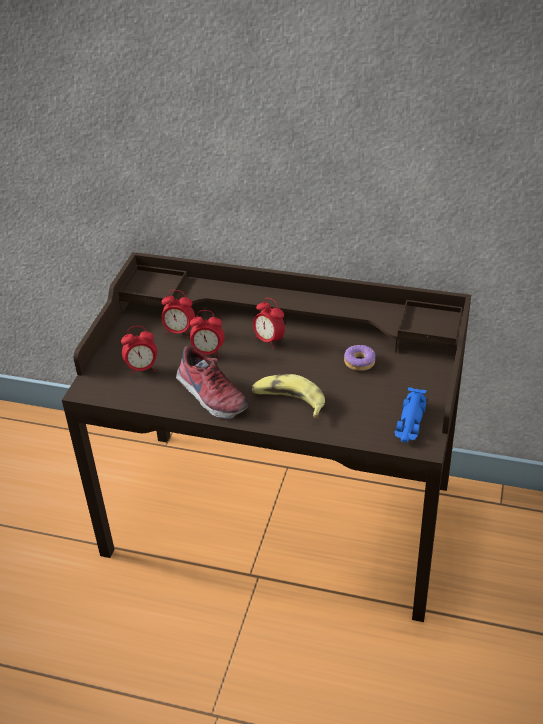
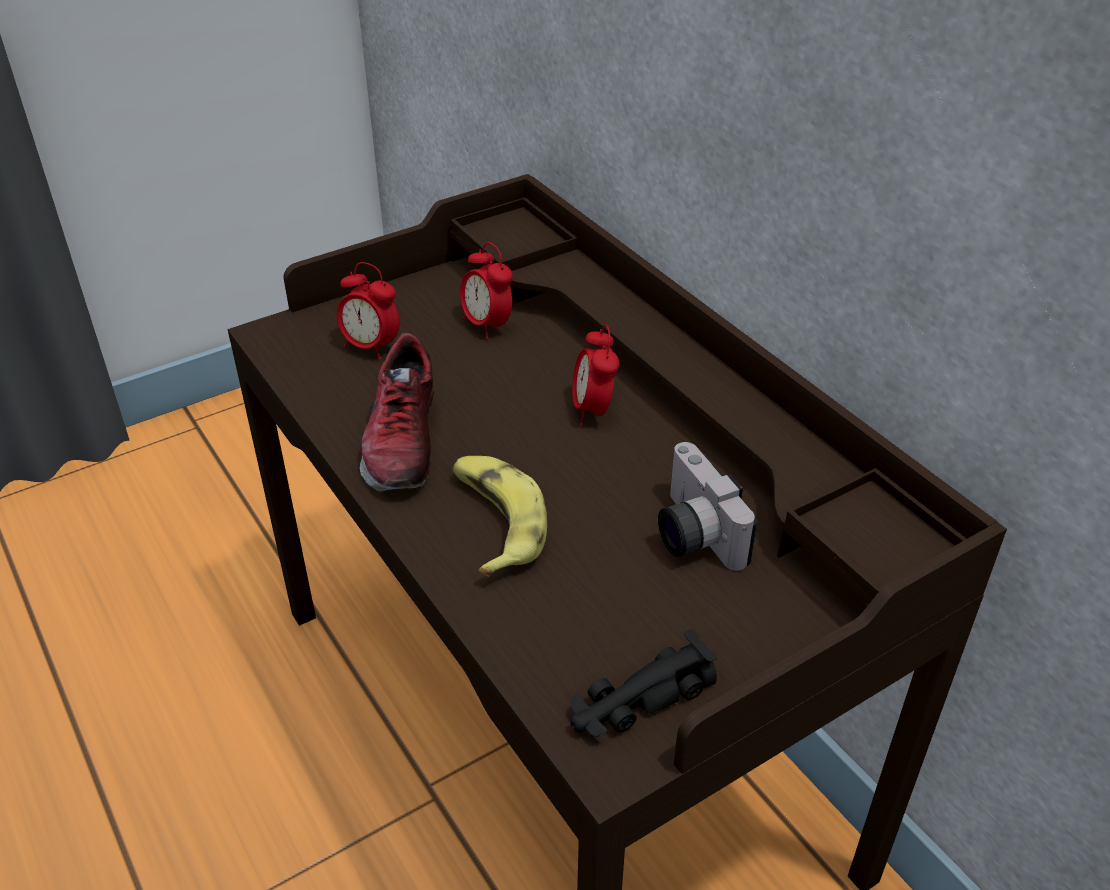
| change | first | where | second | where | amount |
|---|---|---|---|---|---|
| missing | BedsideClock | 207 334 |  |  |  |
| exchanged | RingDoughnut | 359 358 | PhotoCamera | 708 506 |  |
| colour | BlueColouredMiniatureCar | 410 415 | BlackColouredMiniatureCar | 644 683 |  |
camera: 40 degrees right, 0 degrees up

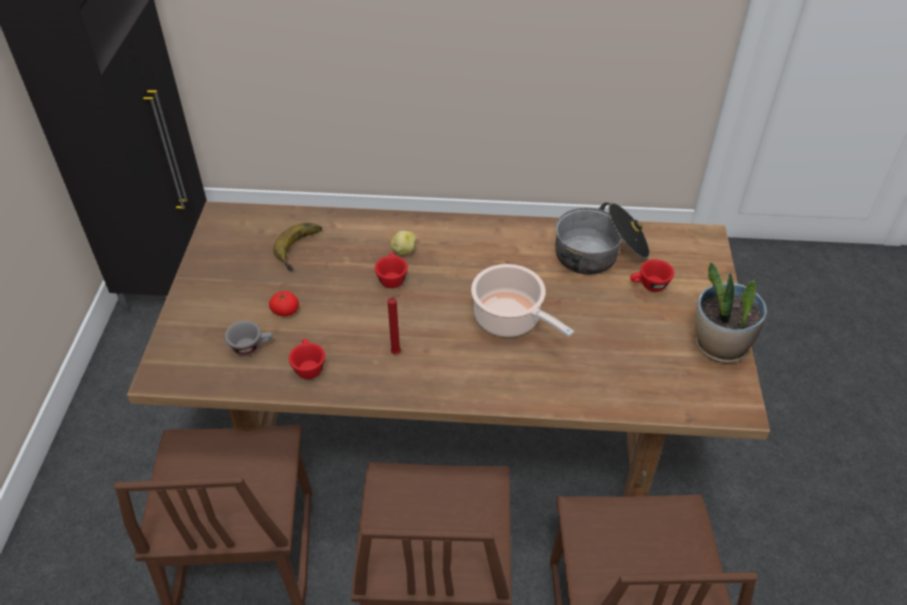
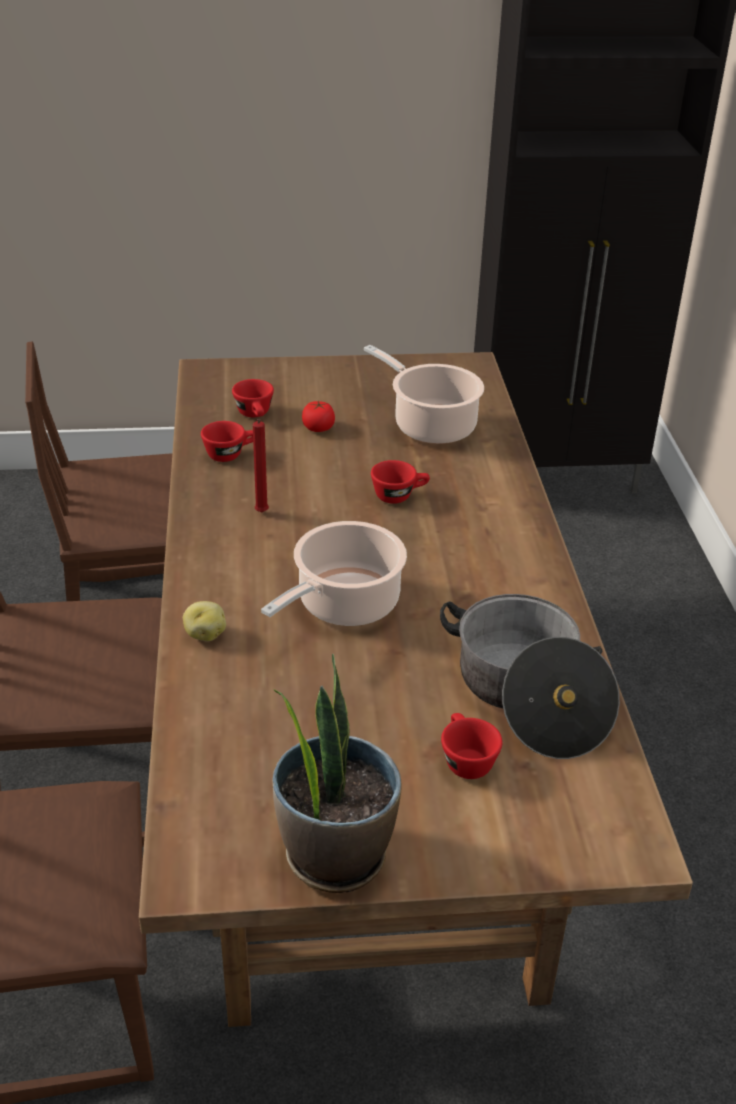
| change | first | where | second | where | amount |
|---|---|---|---|---|---|
| colour | GreyishCup | 249 338 | RedColouredCup | 253 398 |  |
| exchanged | BananaFruit | 297 247 | CookingPot | 424 394 |  |
| relocated | Spud | 403 243 |  | 204 621 |  |
camera: 80 degrees right, 10 degrees down

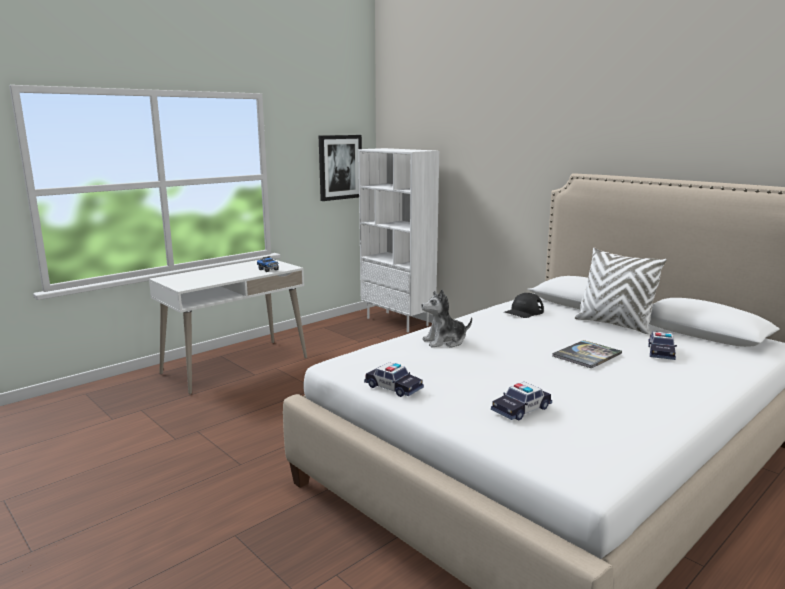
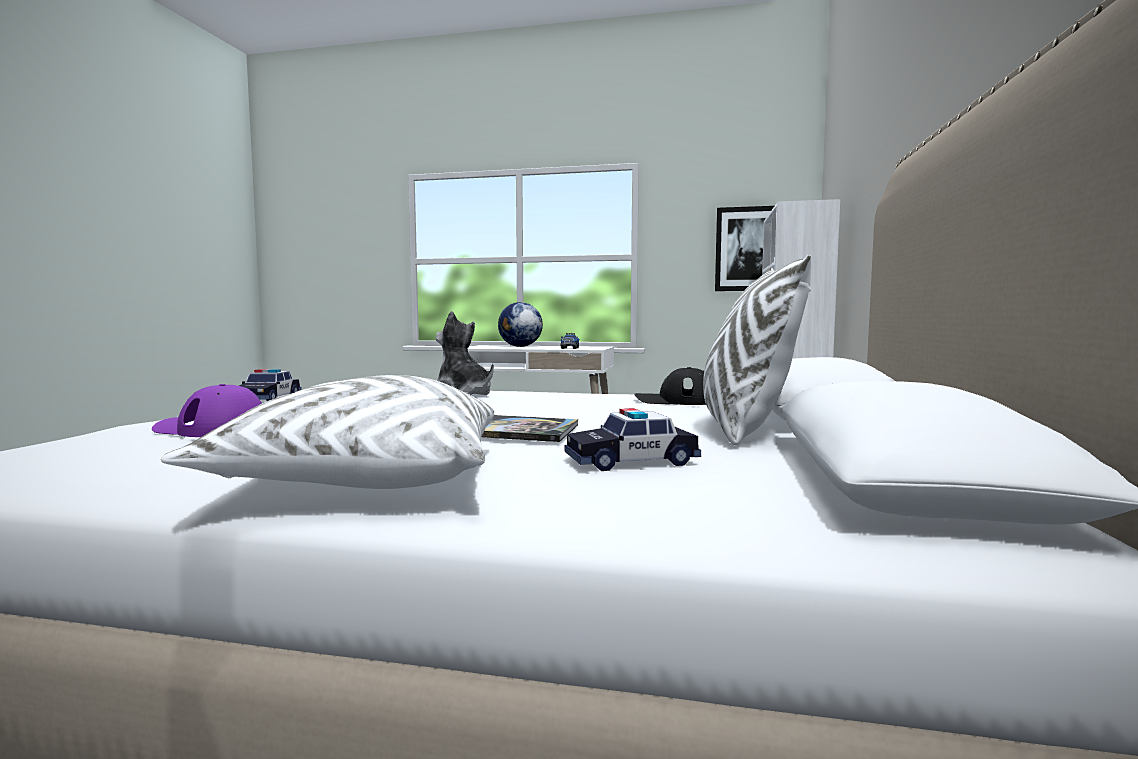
| change | first | where | second | where | amount |
|---|---|---|---|---|---|
| exchanged | MiniatureCar | 521 401 | PurpleColouredCap | 207 410 |  |
| appeared |  |  | WhitePillow | 327 432 |  |
| appeared |  |  | WorldGlobe | 520 324 |  |
camera: 55 degrees right, 10 degrees down

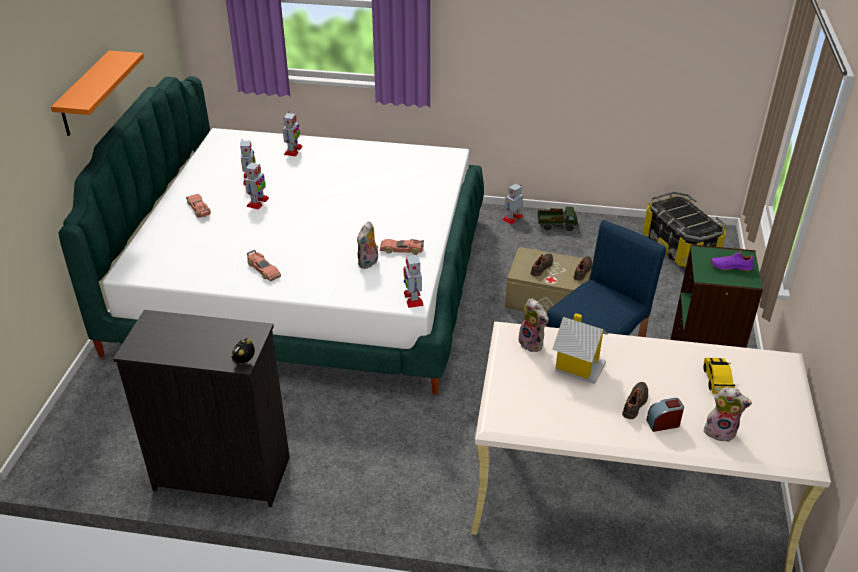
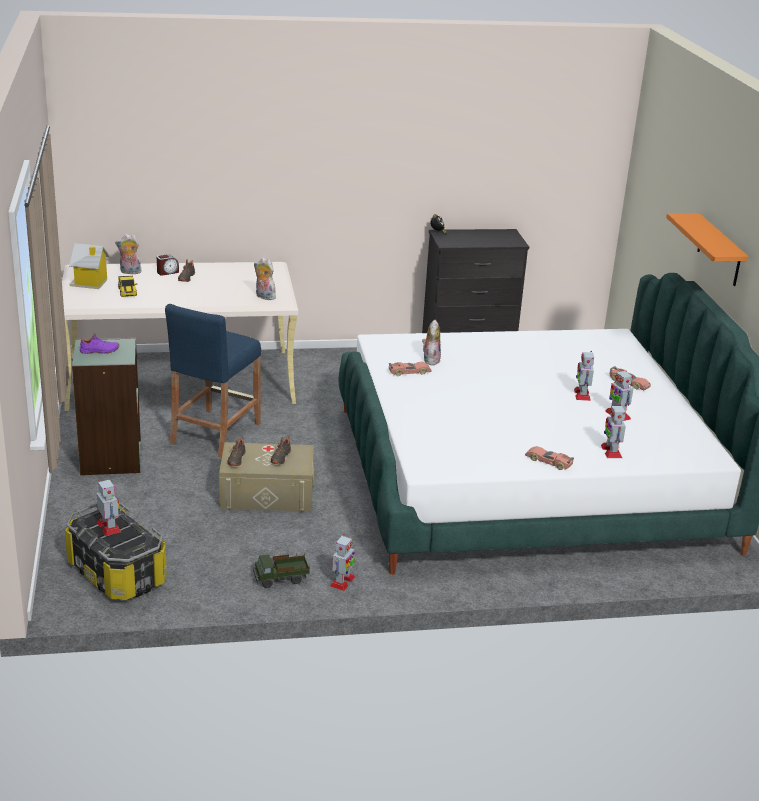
| change | first | where | second | where | amount |
|---|---|---|---|---|---|
| relocated | MiniatureCar | 264 266 |  | 549 458 |  |
| relocated | ToyRobot | 414 280 |  | 109 508 |  |
| relocated | MiniatureHouse | 580 348 |  | 89 266 |  |
camera: 160 degrees right, 10 degrees down

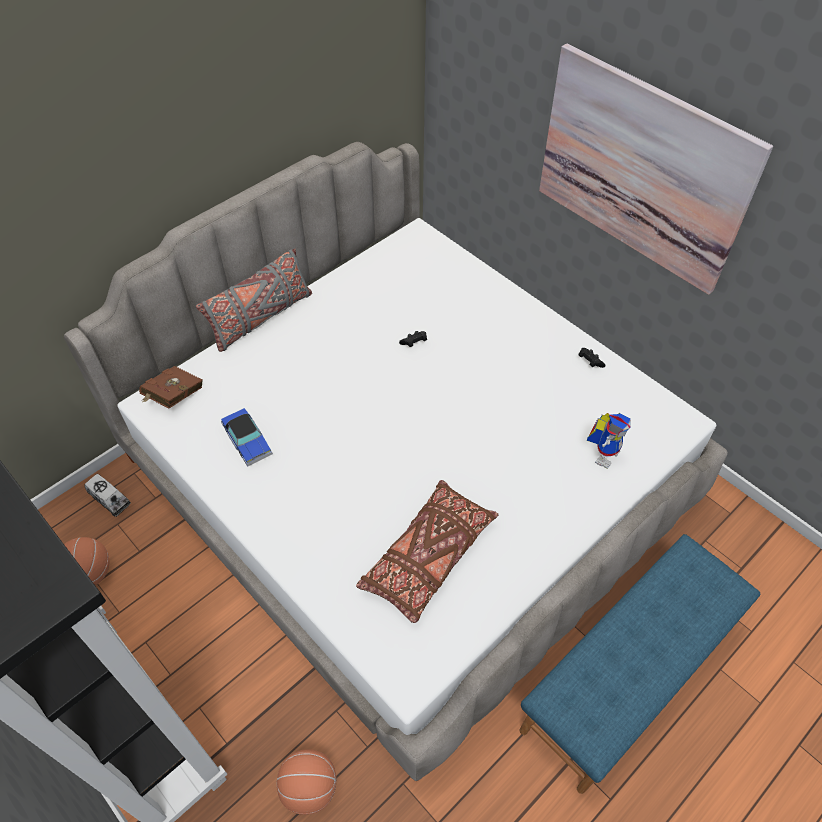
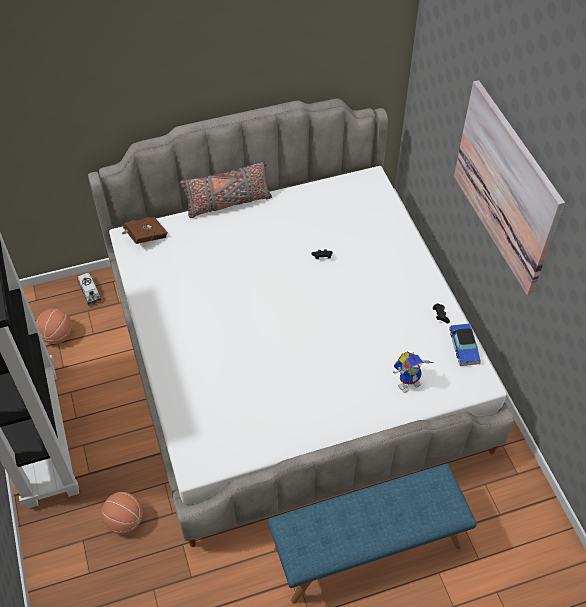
| change | first | where | second | where | amount |
|---|---|---|---|---|---|
| relocated | MiniatureCar | 247 437 |  | 465 344 |  |
| missing | BrownishPillow | 427 551 |  |  |  |
camera: 25 degrees right, 0 degrees up

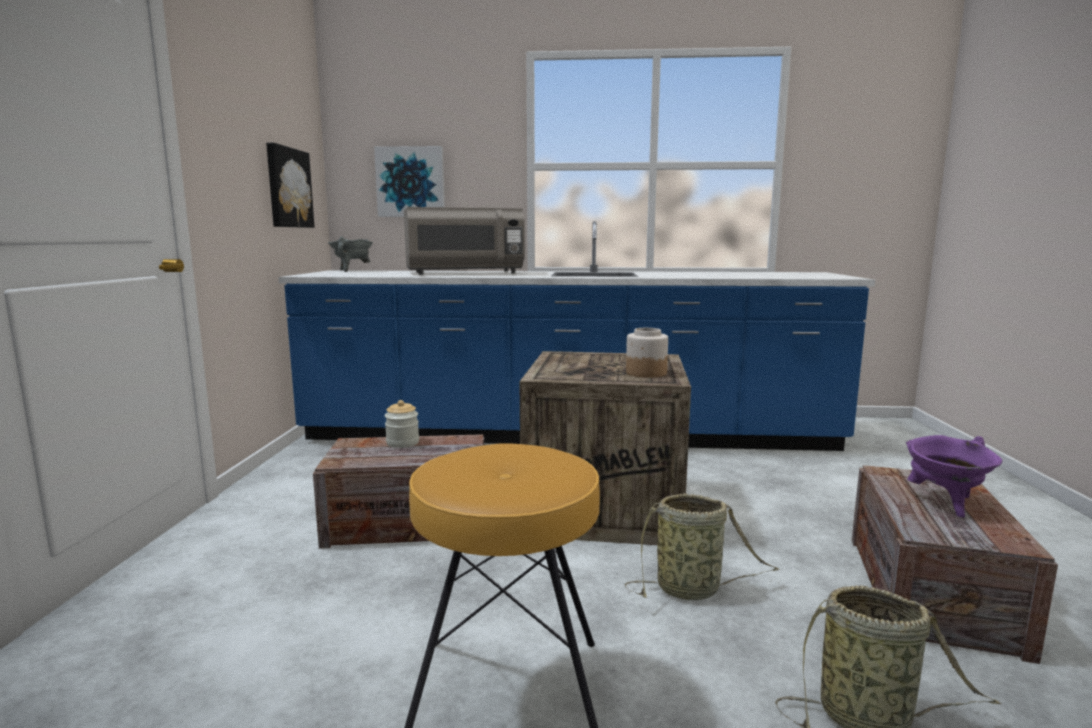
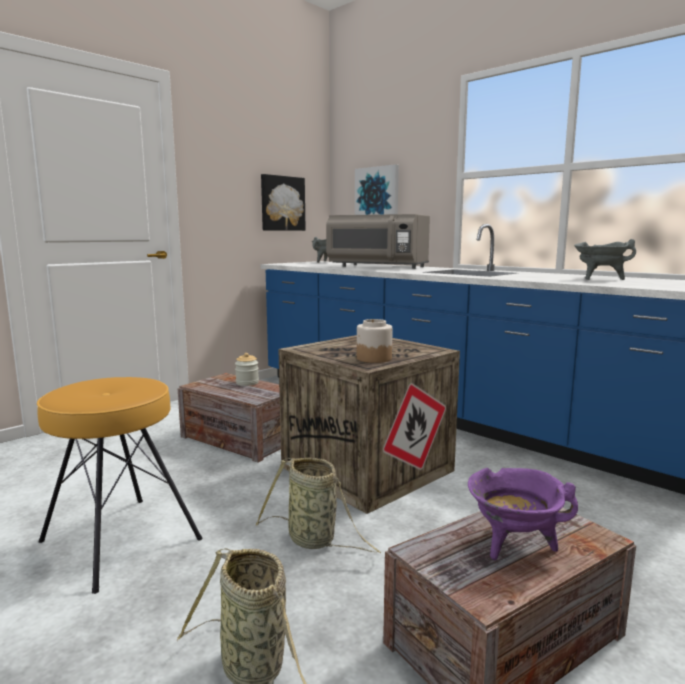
| change | first | where | second | where | amount |
|---|---|---|---|---|---|
| appeared |  |  | GreyishCookingPot | 605 259 |  |
camera: 40 degrees right, 0 degrees up

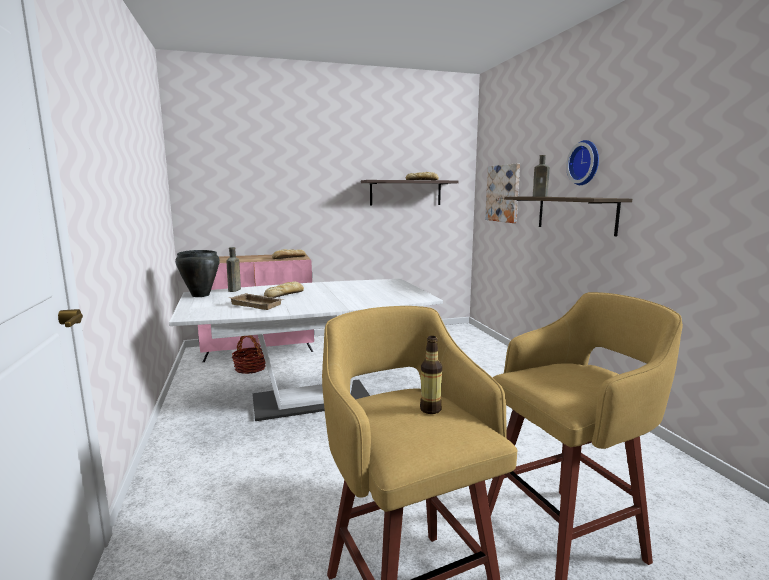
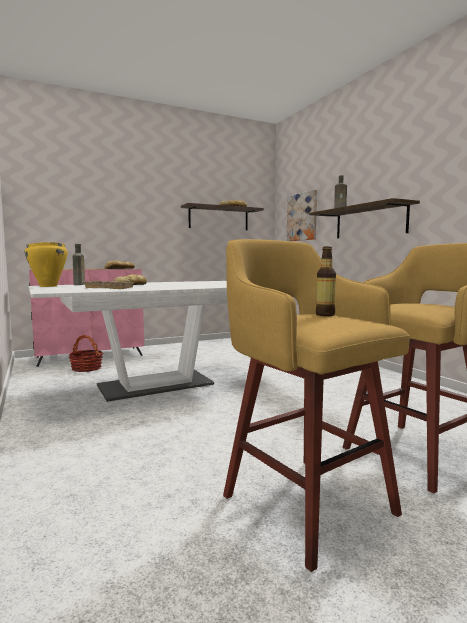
| change | first | where | second | where | amount |
|---|---|---|---|---|---|
| colour | BlackColouredCookingPot | 197 273 | YellowCookingPot | 46 264 |  |
| missing | HangingClock | 582 162 |  |  |  |
camera: 10 degrees left, 5 degrees down

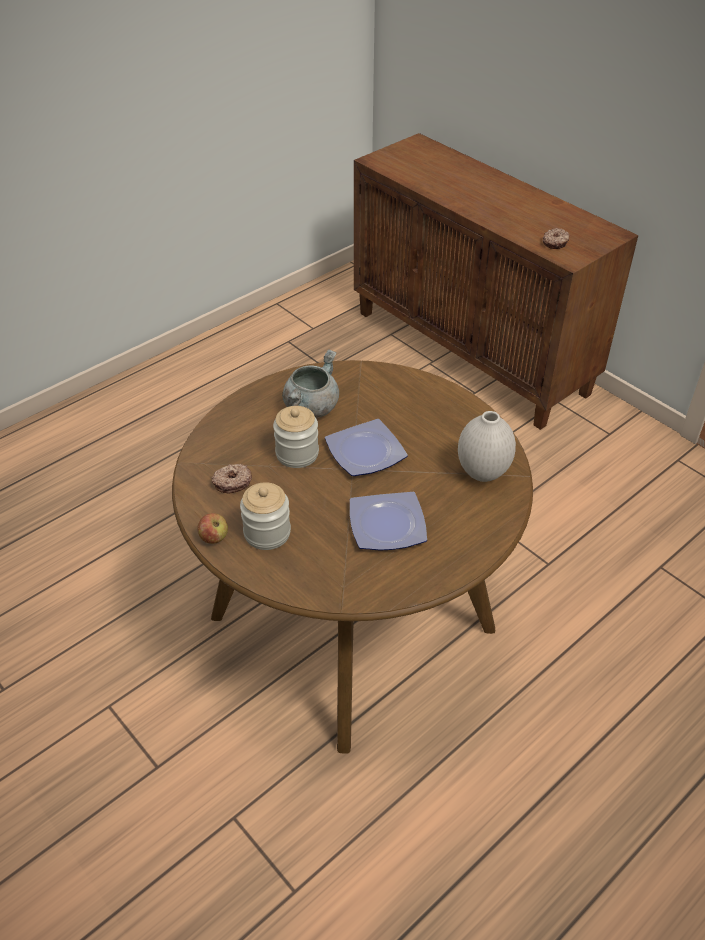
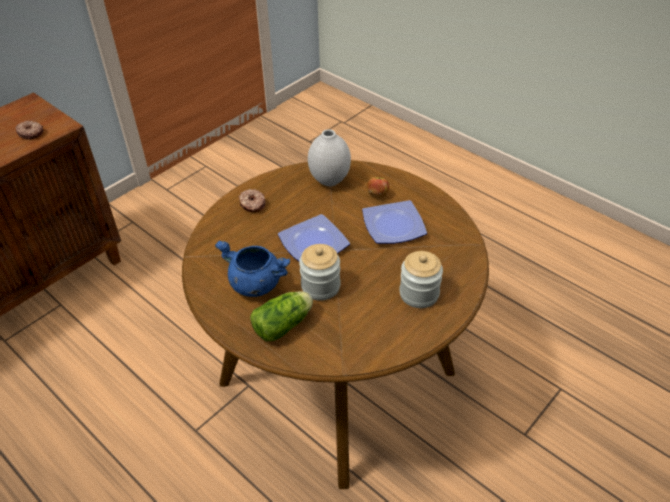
| change | first | where | second | where | amount |
|---|---|---|---|---|---|
| relocated | WholeApple | 212 528 |  | 378 186 |  |
| relocated | RingDoughnut | 232 479 |  | 252 201 |  |
| colour | GreyishCookingPot | 310 383 | BlueColouredCookingPot | 252 269 |  |
| appeared |  |  | LettuceHead | 281 316 |  |
camera: 95 degrees left, 0 degrees up

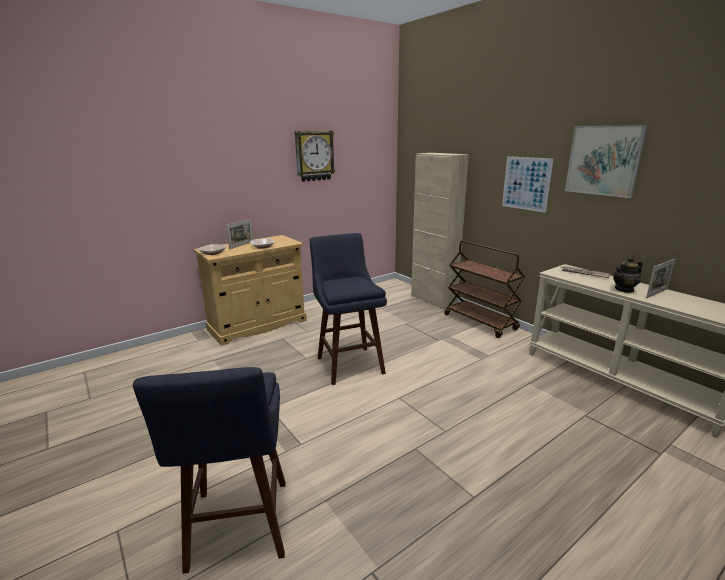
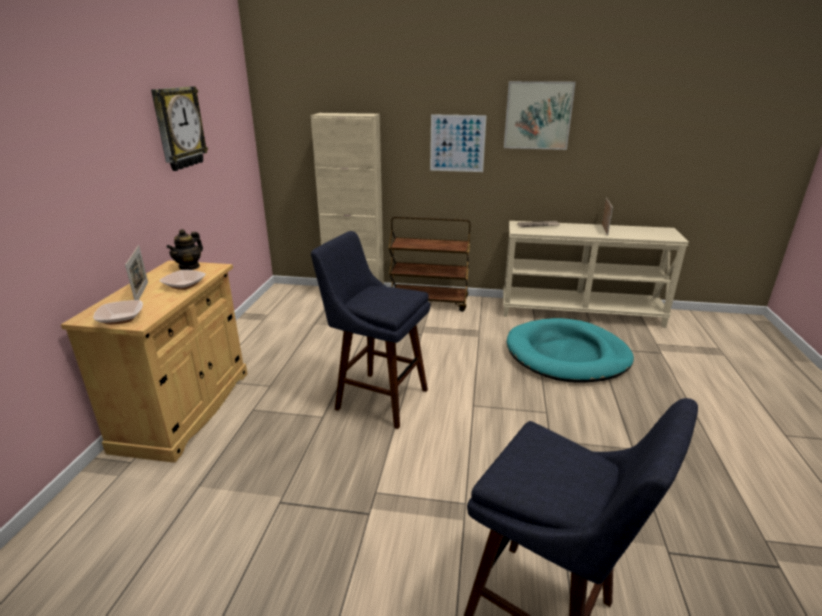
| change | first | where | second | where | amount |
|---|---|---|---|---|---|
| relocated | PotForTea | 628 275 |  | 185 249 |  |
| appeared |  |  | TurquoiseDogCushion | 570 350 |  |
camera: 45 degrees left, 5 degrees up

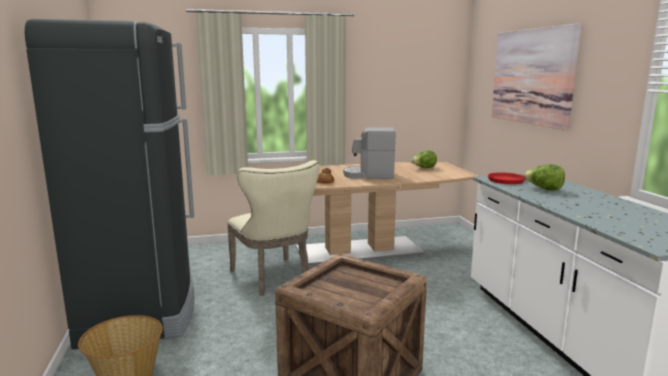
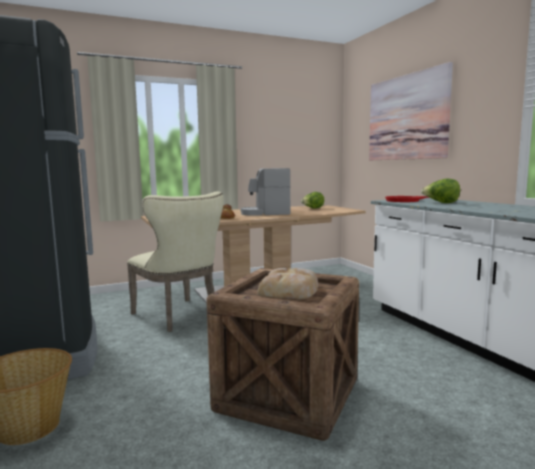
| change | first | where | second | where | amount |
|---|---|---|---|---|---|
| appeared |  |  | Bread | 287 283 |  |
camera: 10 degrees left, 5 degrees down

